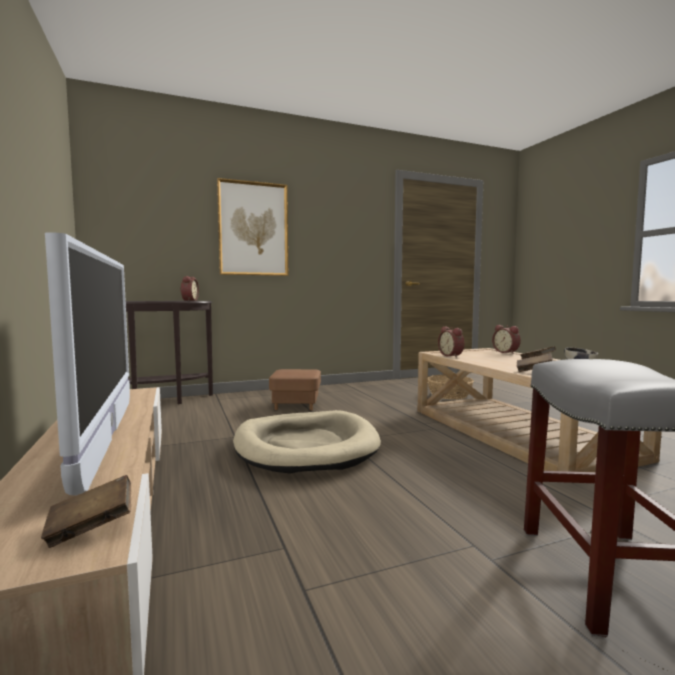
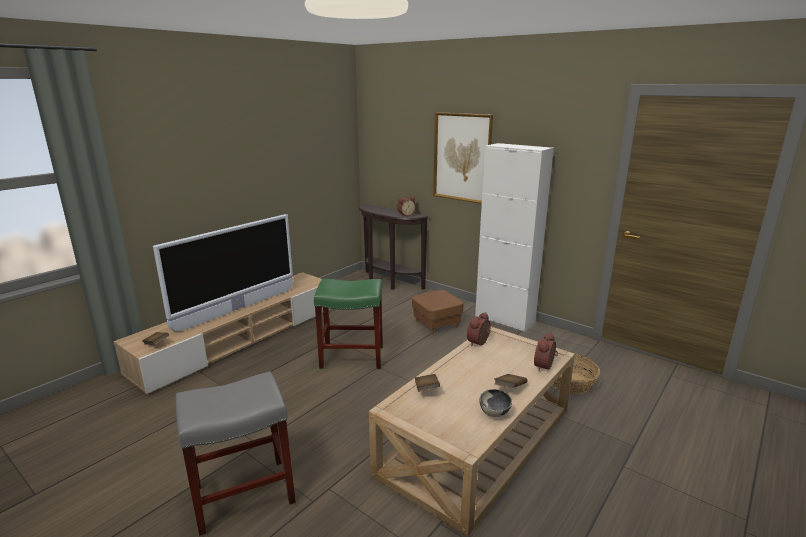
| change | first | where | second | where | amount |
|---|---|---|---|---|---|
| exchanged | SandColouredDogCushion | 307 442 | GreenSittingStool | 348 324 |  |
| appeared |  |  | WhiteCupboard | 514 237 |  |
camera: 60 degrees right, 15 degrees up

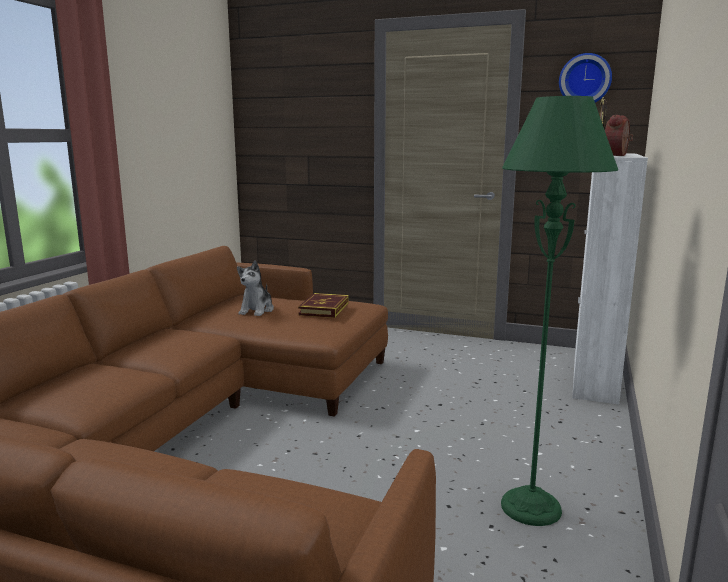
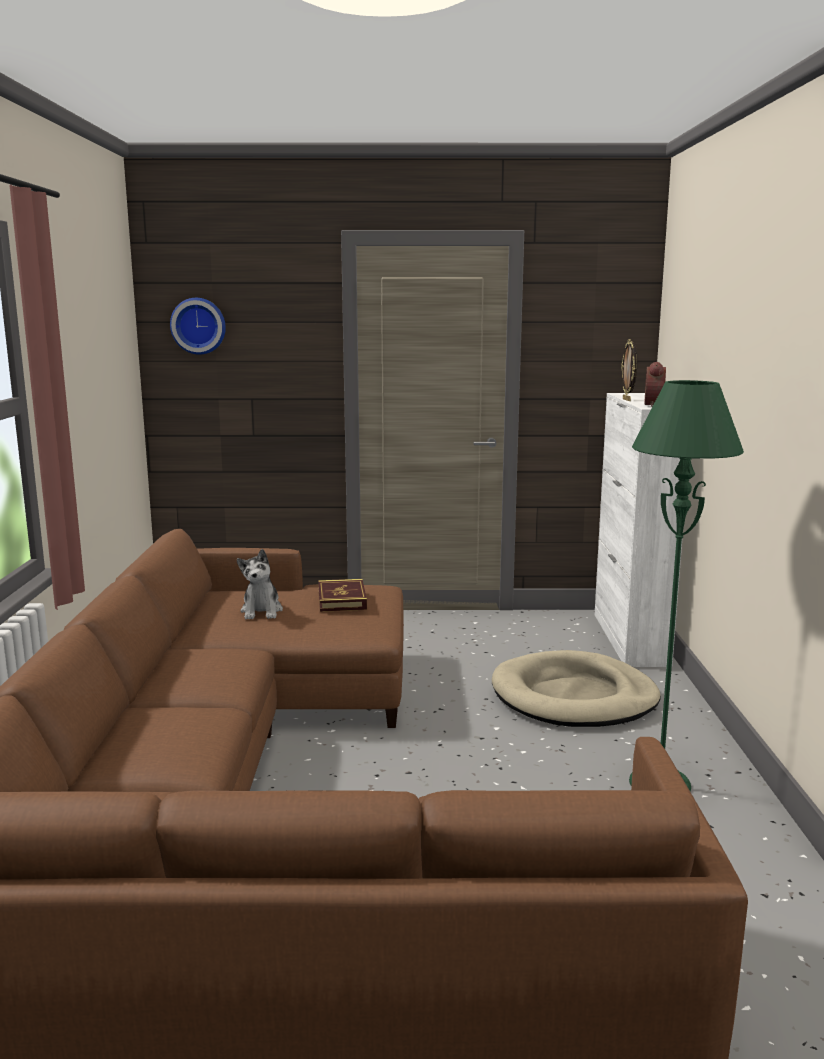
| change | first | where | second | where | amount |
|---|---|---|---|---|---|
| relocated | HangingClock | 585 77 |  | 198 326 |  |
| appeared |  |  | SandColouredDogCushion | 576 688 |  |
camera: 20 degrees left, 0 degrees up

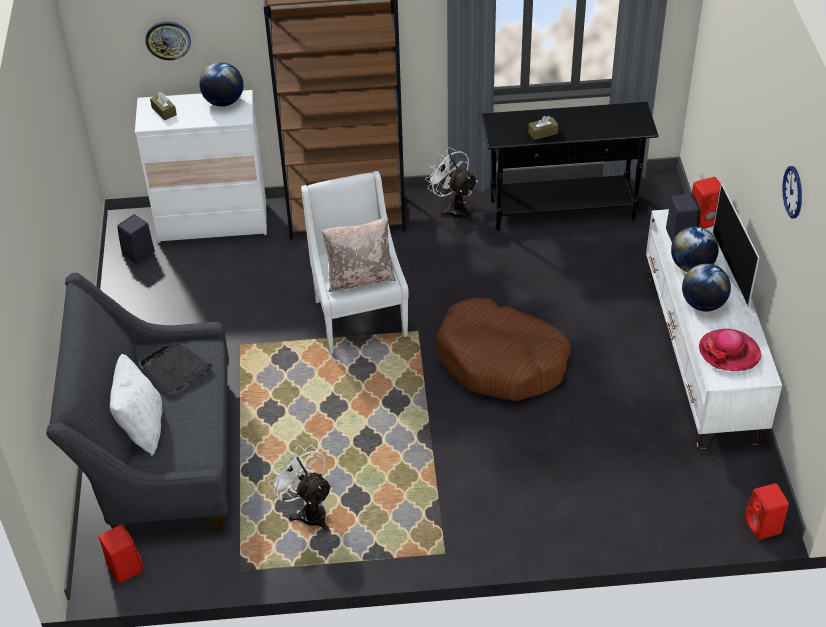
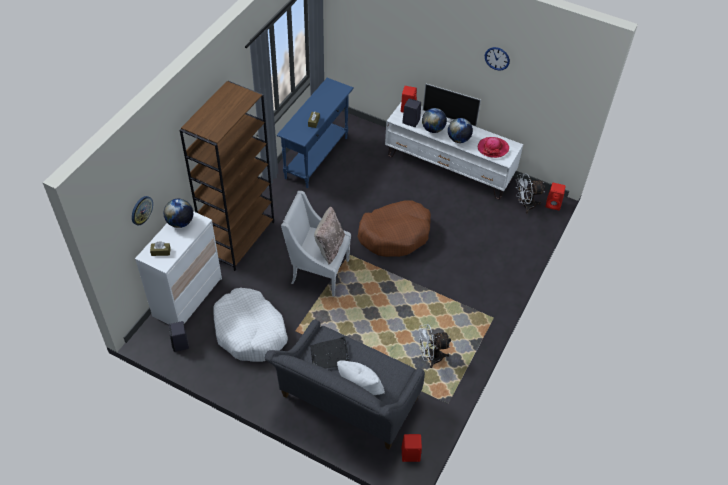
| change | first | where | second | where | amount |
|---|---|---|---|---|---|
| relocated | WhiteCoolingFan | 451 184 |  | 530 193 |  |
| colour | BlackColouredHallTable | 570 166 | BlueColouredHallTable | 315 133 |  |
| appeared |  |  | WhiteDogCushion | 250 325 |  |
camera: 60 degrees left, 5 degrees up

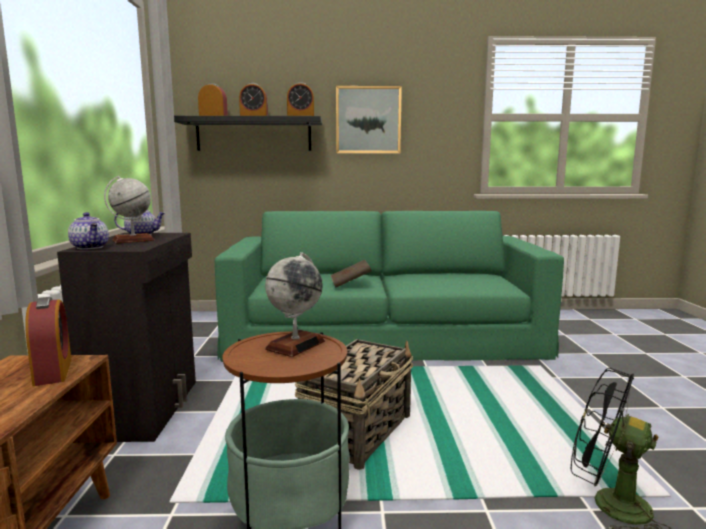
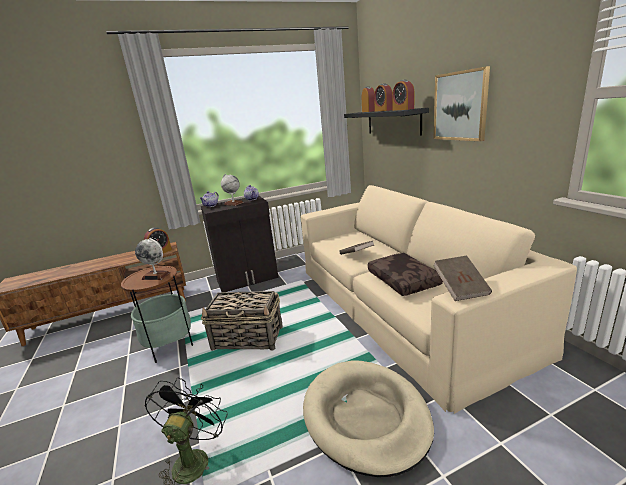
| change | first | where | second | where | amount |
|---|---|---|---|---|---|
| colour | GreenCouch | 389 286 | SandColouredCouch | 439 299 |  |
| appeared |  |  | SandColouredDogCushion | 368 418 |  |
| appeared |  |  | BrownishPillow | 405 274 |  |
| appeared |  |  | BrownishVolume | 462 278 |  |
camera: 70 degrees right, 10 degrees up

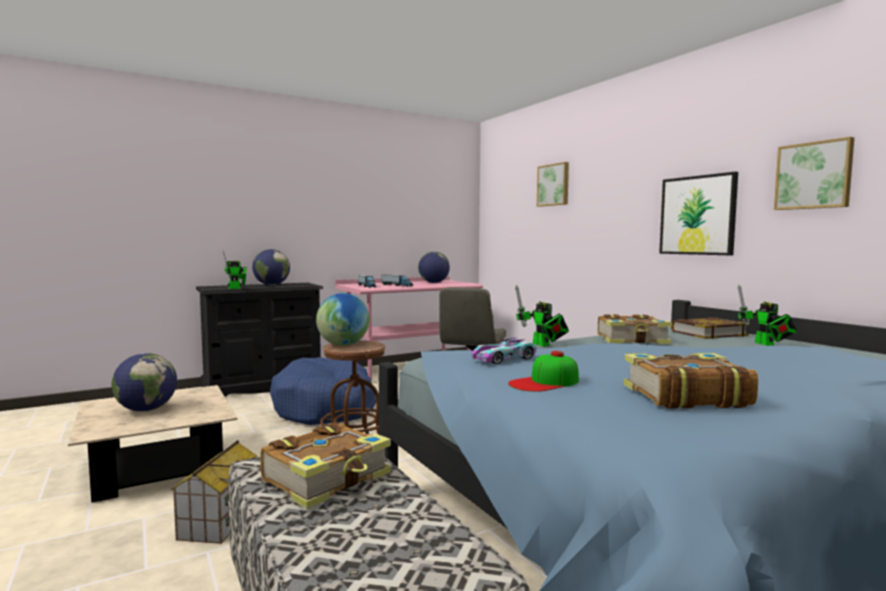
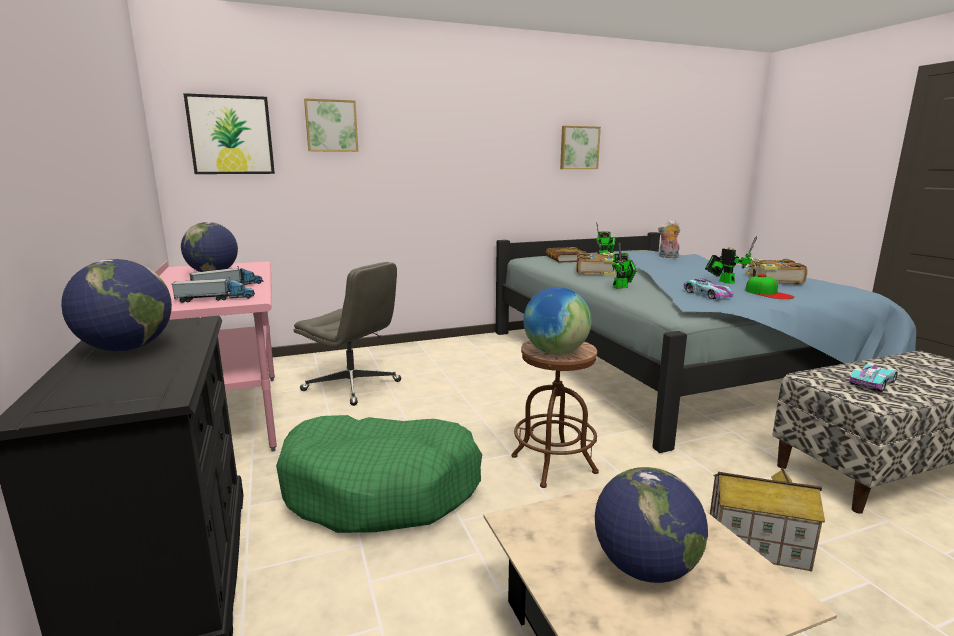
| change | first | where | second | where | amount |
|---|---|---|---|---|---|
| relocated | ToyRobot | 234 270 |  | 731 260 |  |
| exchanged | Volume | 325 466 | MiniatureCar | 873 377 |  |
| colour | BlueColouredDogCushion | 323 391 | GreenDogCushion | 379 474 |  |
| relocated | WallArt | 698 213 |  | 229 133 |  |
| appeared |  |  | SoftToy | 669 239 |  |
camera: 80 degrees left, 10 degrees up

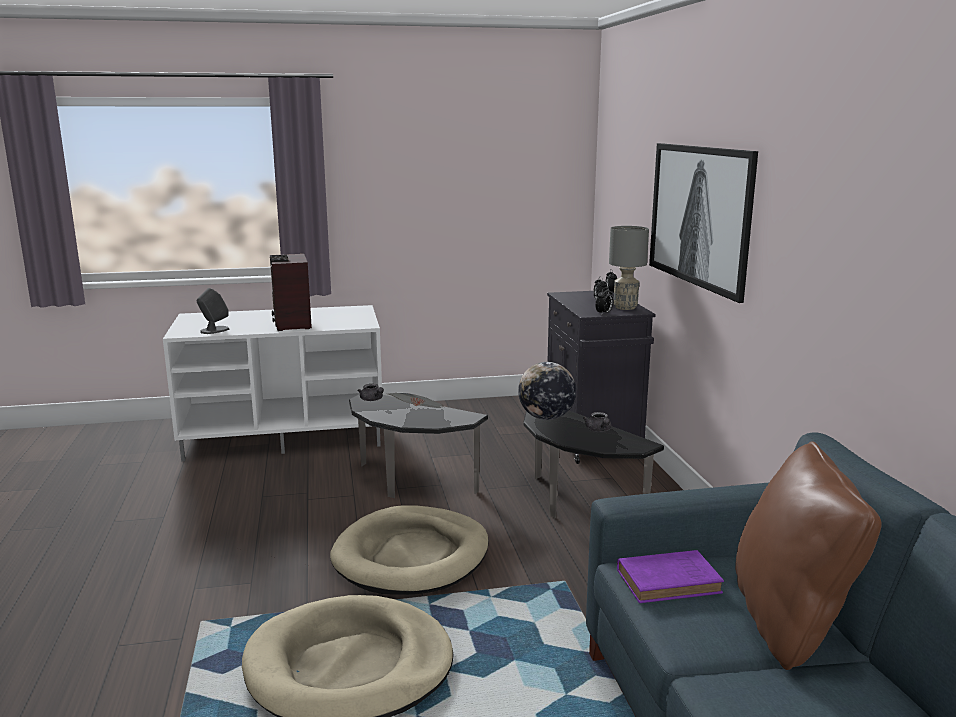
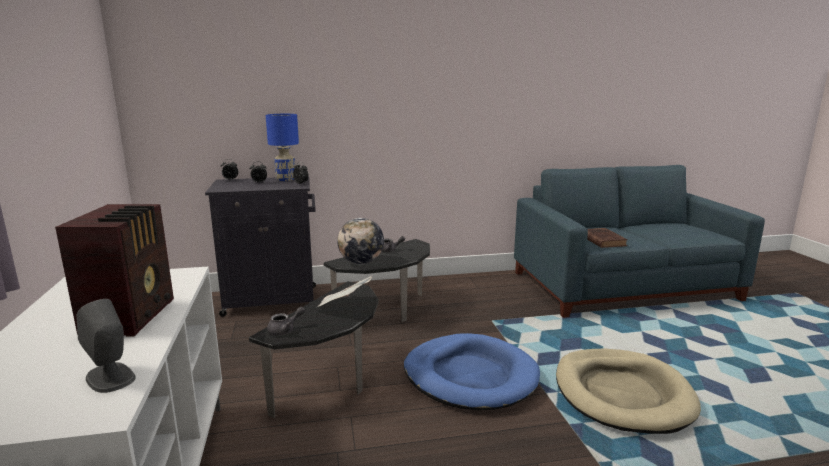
| change | first | where | second | where | amount |
|---|---|---|---|---|---|
| spun | Radio | 291 292 |  | 114 270 | 75 degrees counterclockwise |
| colour | SandColouredDogCushion | 409 550 | BlueColouredDogCushion | 472 371 |  |
| colour | GreyishTabletopLamp | 629 268 | BlueColouredTabletopLamp | 282 147 |  |
| colour | PurpleColouredVolume | 670 576 | BrownishVolume | 607 238 |  |
| missing | WallArt | 703 223 |  |  |  |
| missing | BrownishPillow | 808 555 |  |  |  |
camera: 90 degrees left, 0 degrees up

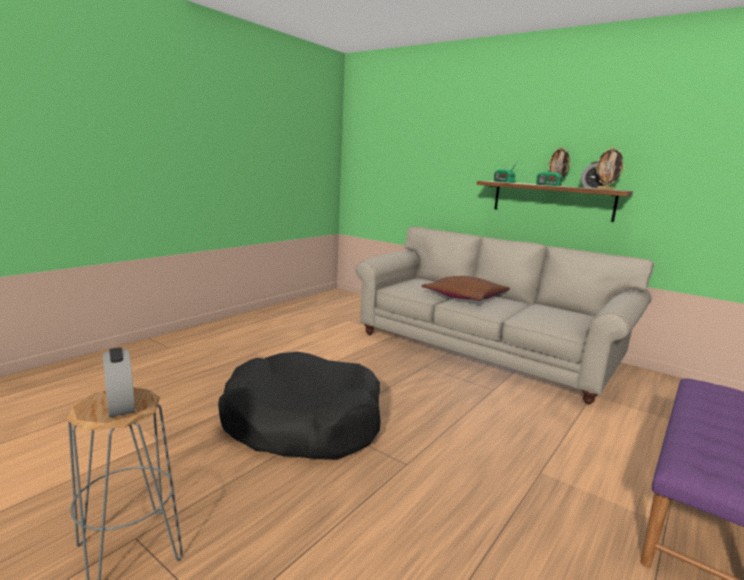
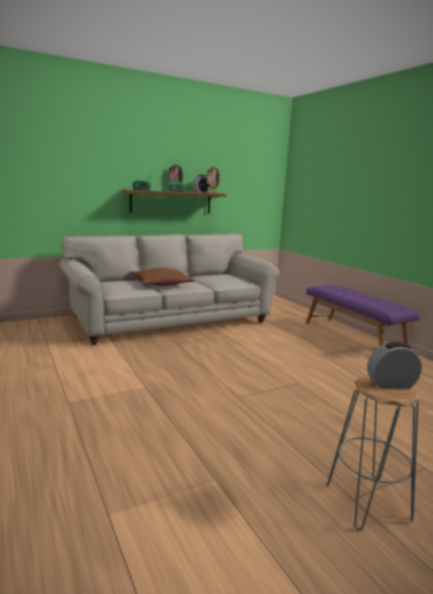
| change | first | where | second | where | amount |
|---|---|---|---|---|---|
| missing | BlackColouredDogCushion | 299 406 |  |  |  |
camera: 65 degrees left, 0 degrees up

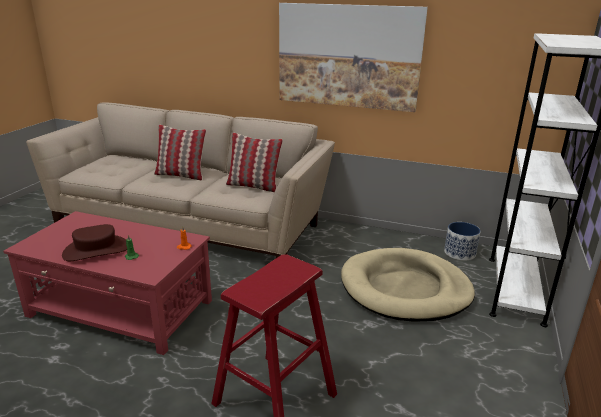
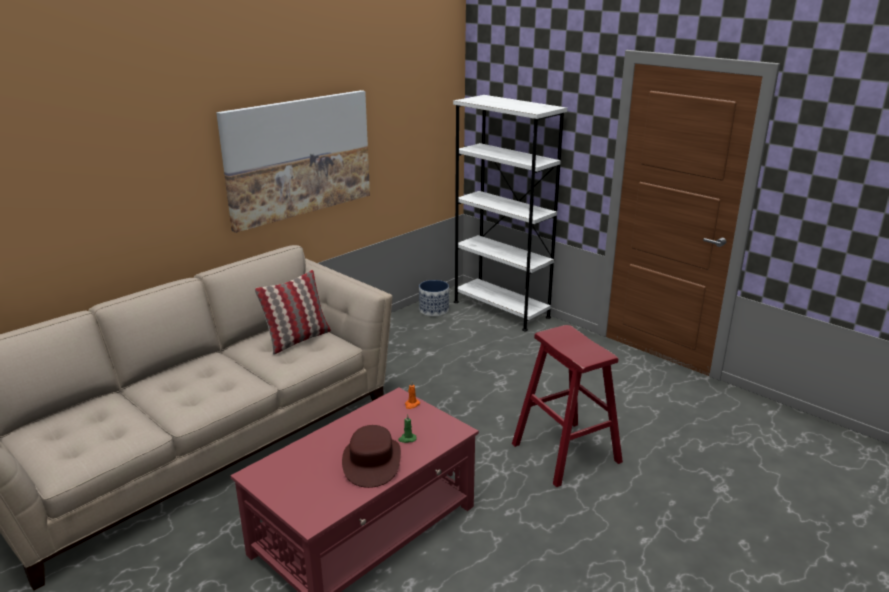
| change | first | where | second | where | amount |
|---|---|---|---|---|---|
| missing | Pillow | 180 152 |  |  |  |
| missing | SandColouredDogCushion | 408 285 |  |  |  |
camera: 65 degrees left, 0 degrees up

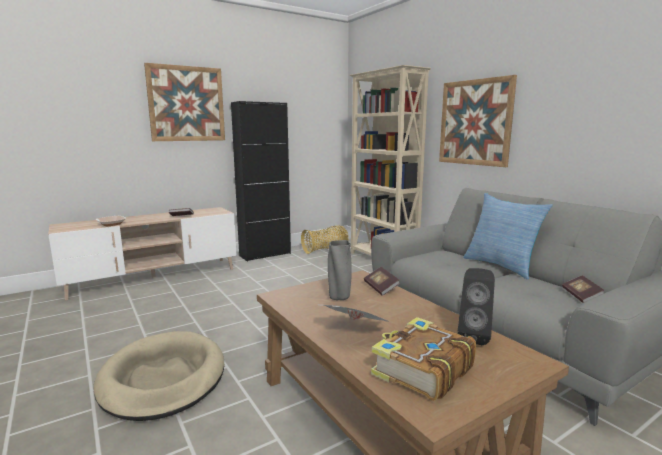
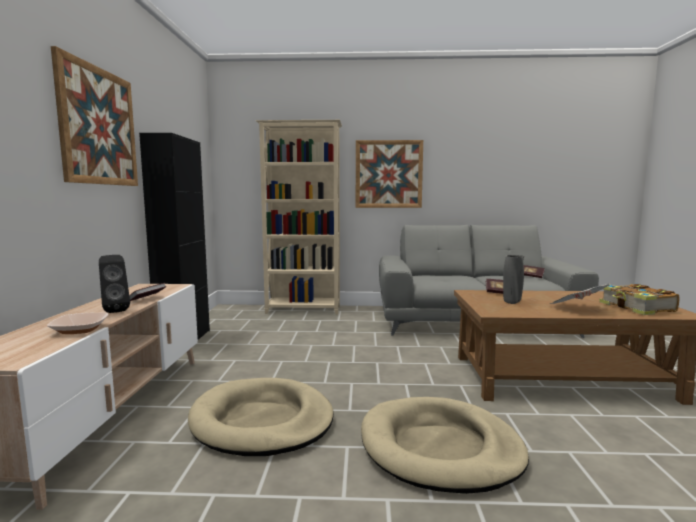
| change | first | where | second | where | amount |
|---|---|---|---|---|---|
| missing | StorageBasket | 325 240 |  |  |  |
| relocated | BlackColouredLoudspeaker | 476 306 |  | 114 284 |  |
| missing | Pillow | 508 236 |  |  |  |
| appeared |  |  | SandColouredDogCushion | 261 417 |  |
camera: 55 degrees left, 5 degrees down

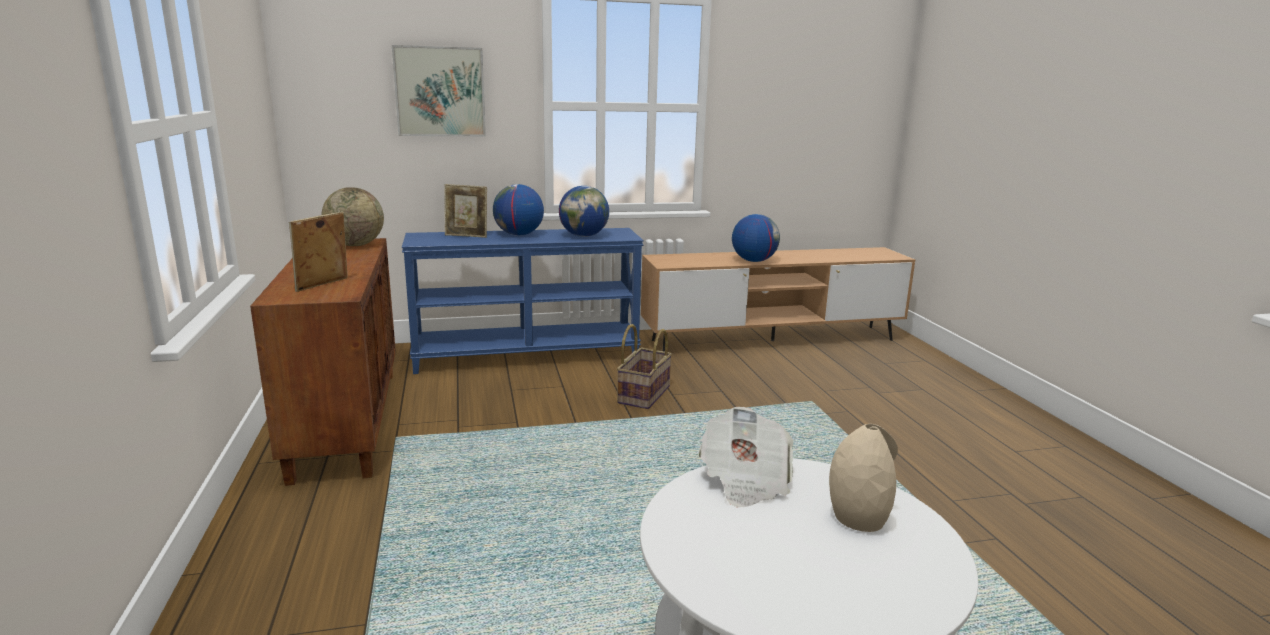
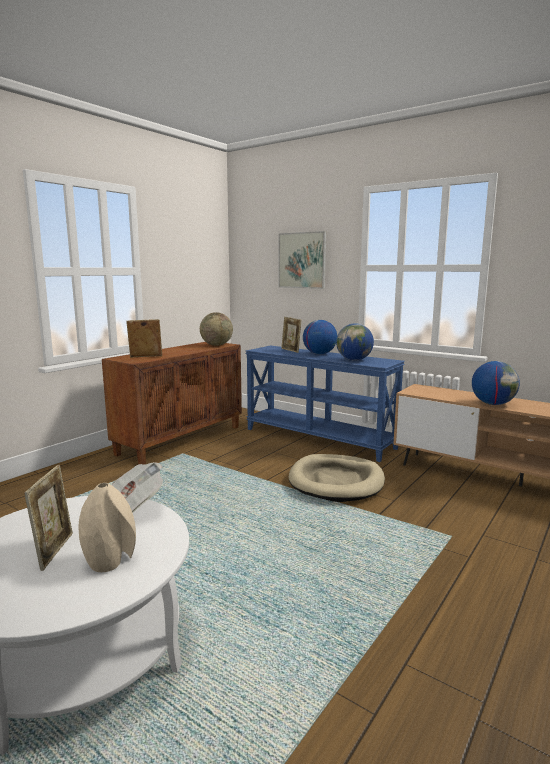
| change | first | where | second | where | amount |
|---|---|---|---|---|---|
| exchanged | StorageBasket | 644 366 | SandColouredDogCushion | 337 478 |  |
| appeared |  |  | PhotoFrame | 48 518 |  |
camera: 50 degrees right, 5 degrees down

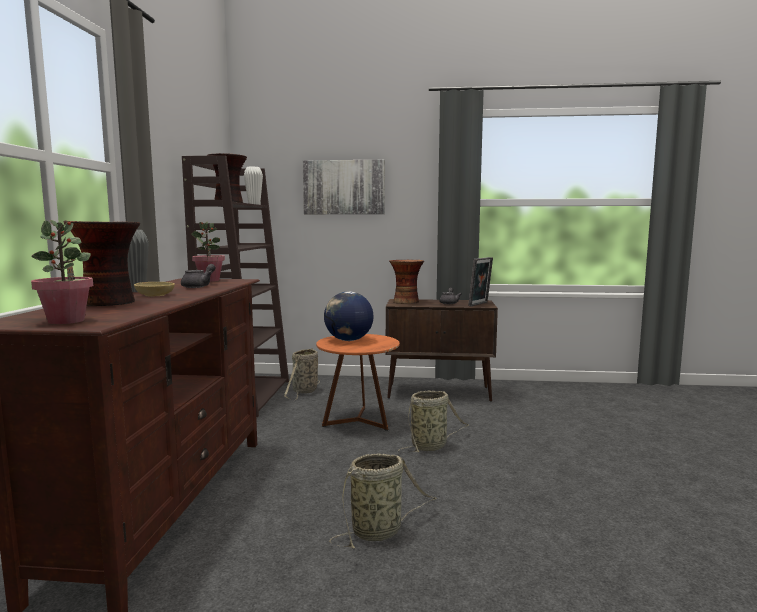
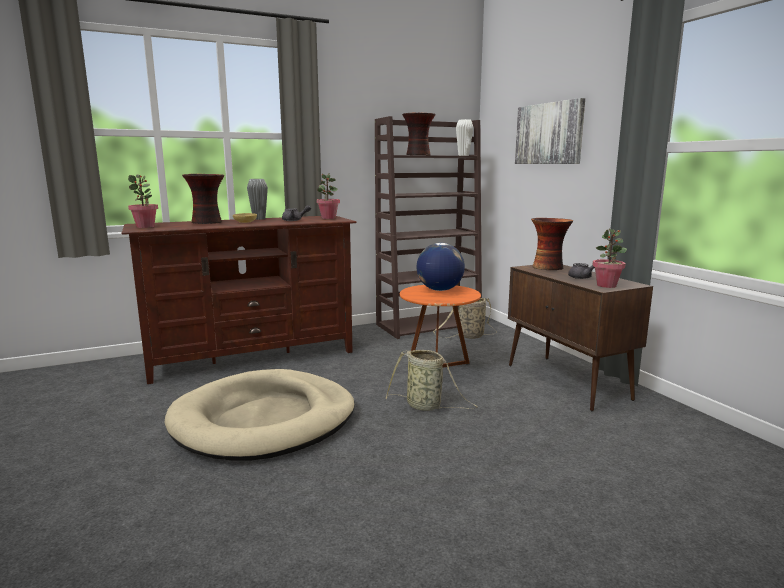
| change | first | where | second | where | amount |
|---|---|---|---|---|---|
| exchanged | StorageBasket | 383 500 | SandColouredDogCushion | 259 415 |  |
| exchanged | PhotoFrame | 480 281 | PottedPlant | 610 258 |  |
camera: 60 degrees right, 5 degrees up

